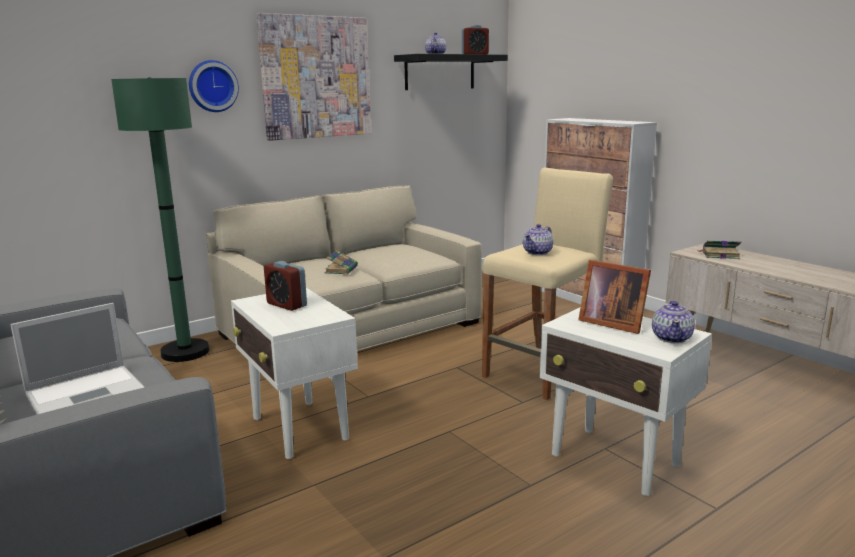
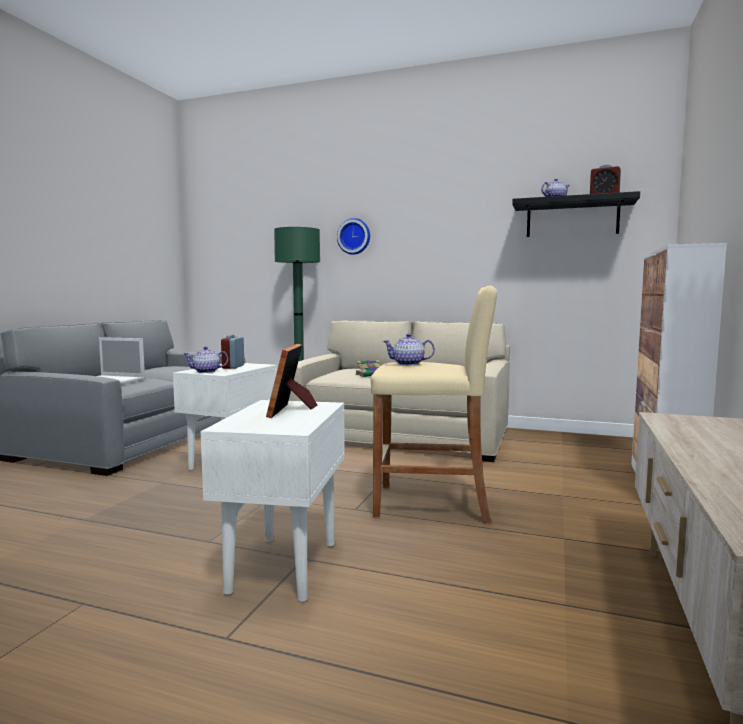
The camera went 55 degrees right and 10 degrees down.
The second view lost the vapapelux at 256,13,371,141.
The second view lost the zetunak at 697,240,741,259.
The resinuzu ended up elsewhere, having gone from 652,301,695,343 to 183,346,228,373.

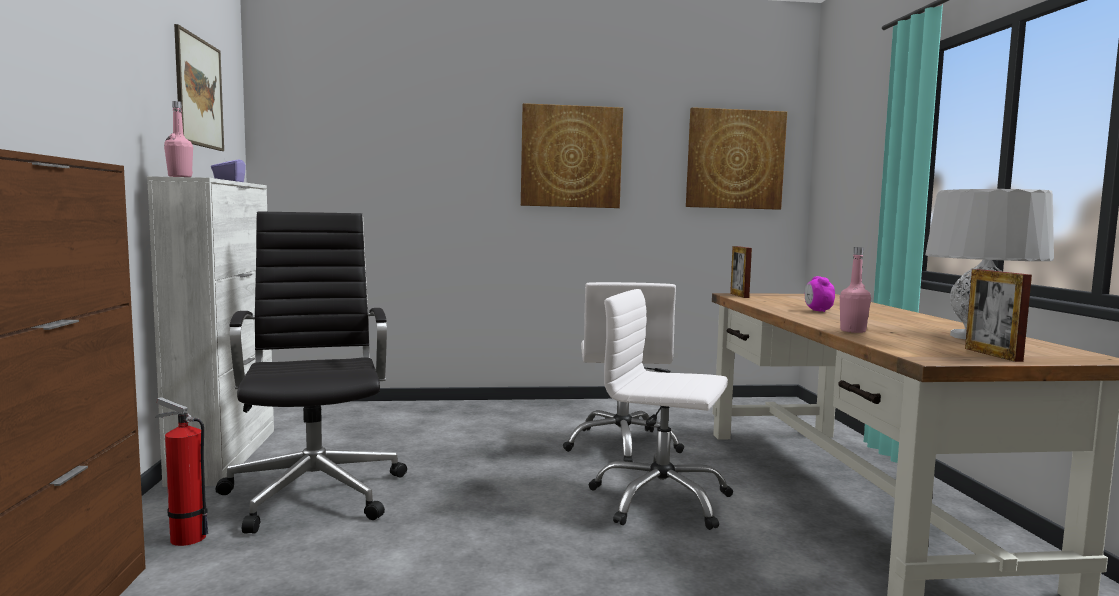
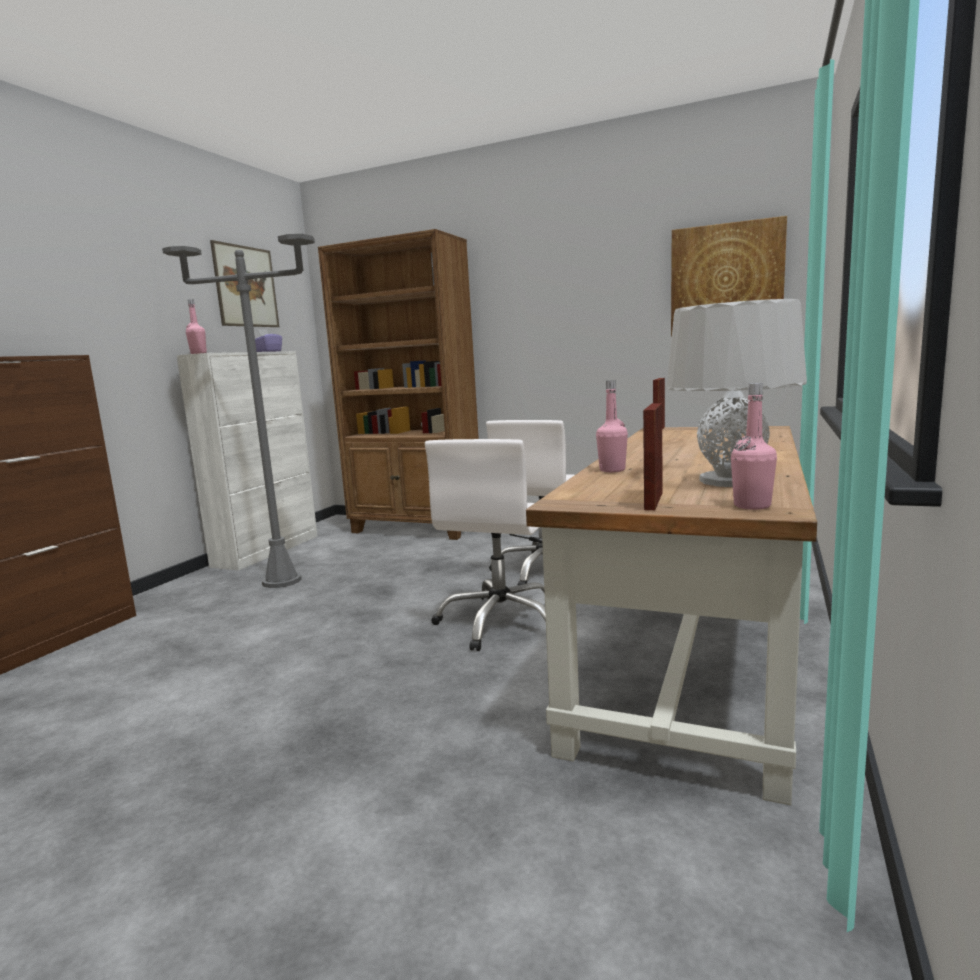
The camera went 30 degrees right and 5 degrees up.
The second view lost the vapapelux at 521,103,623,208.
Where the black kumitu stood at 215,211,407,534, the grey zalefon came to stand at 162,234,315,588.
The second view lost the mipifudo at 805,276,835,312.
The white kumitu at 589,289,733,530 ended up facing another way, 120 degrees counterclockwise from before.
The second view lost the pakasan at 155,397,208,546.
The second view gained the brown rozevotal at 318,229,479,540.
The second view gained the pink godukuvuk at 731,383,777,510.

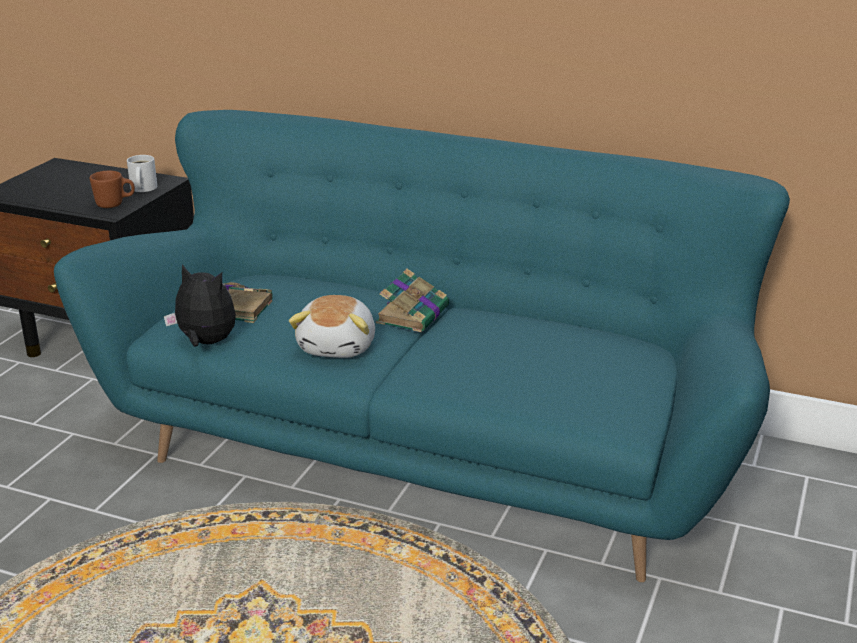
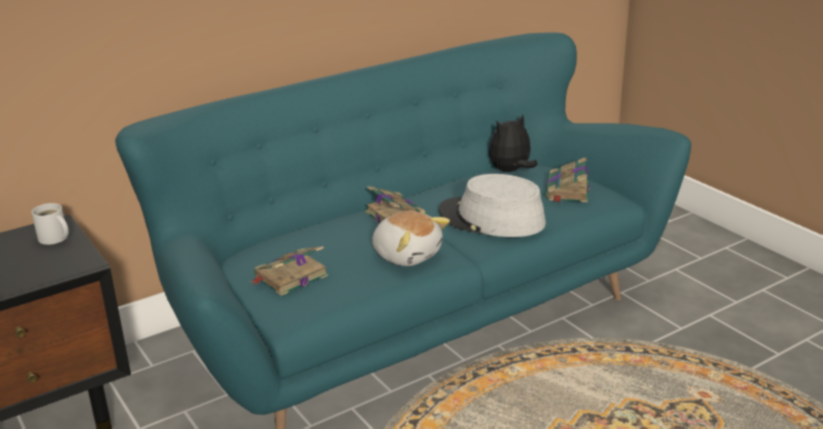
The camera went 55 degrees left and 0 degrees up.
The second view lost the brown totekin at 90,171,135,208.
The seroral ended up elsewhere, having gone from 164,264,236,347 to 489,115,538,172.
The second view gained the zetunak at 546,157,590,203.
The second view gained the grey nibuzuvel at 439,174,546,237.

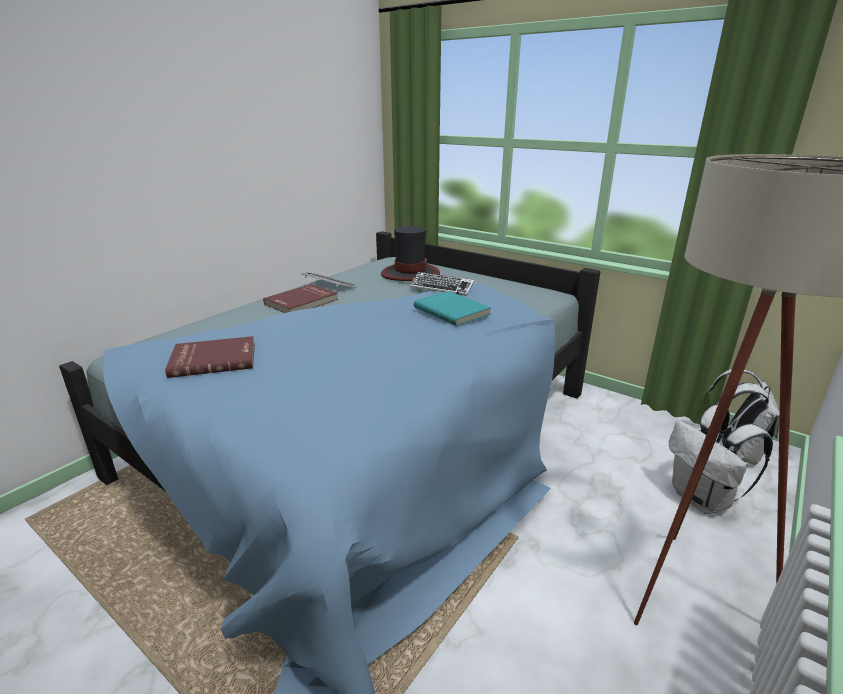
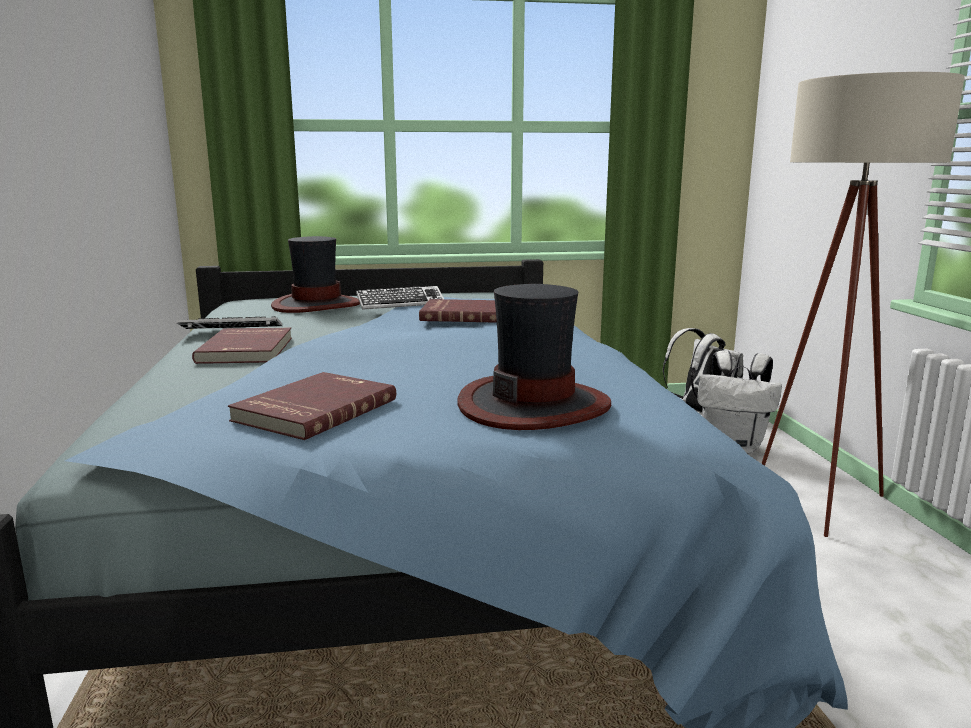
The camera went 45 degrees left and 10 degrees down.
What was the turquoise zetunak at 414,291,491,326 turned into the red zetunak at 419,299,497,323.
The second view gained the nibuzuvel at 457,284,611,430.

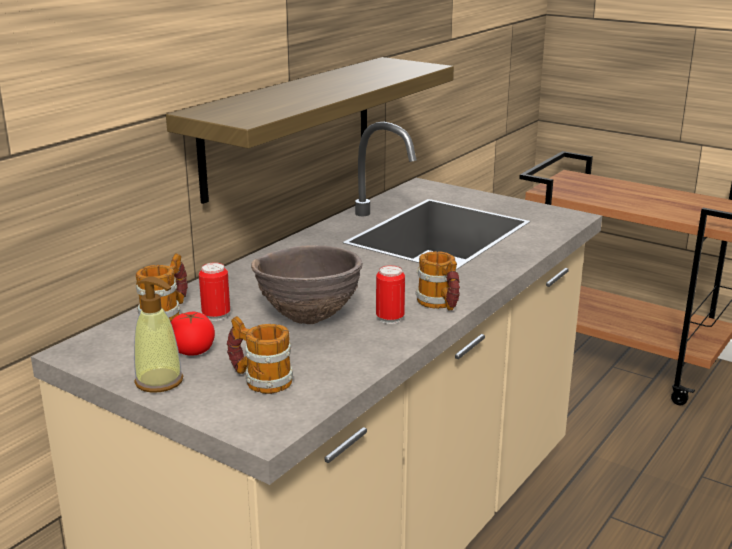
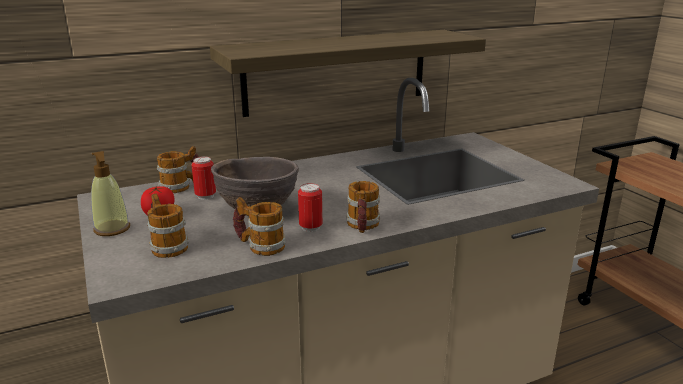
The camera went 30 degrees right and 0 degrees up.
The second view gained the totekin at 233,197,286,256.

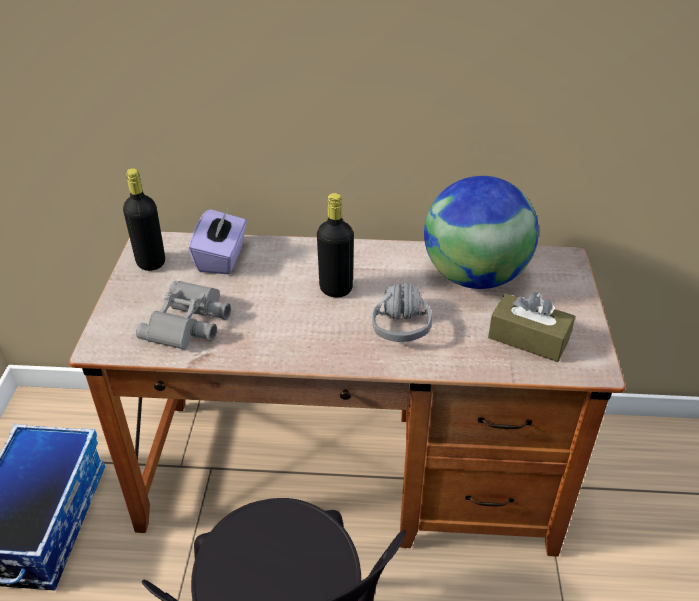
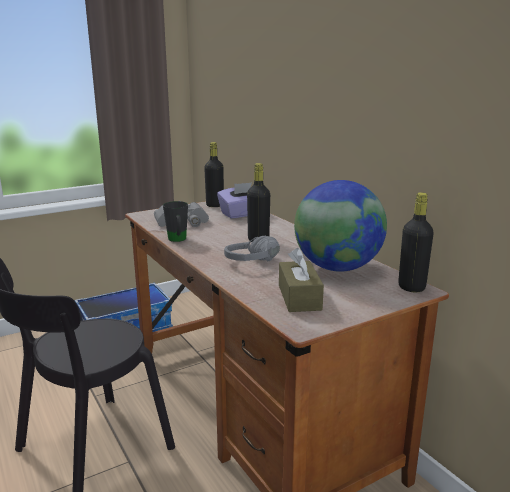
The camera went 55 degrees right and 20 degrees down.
The second view gained the black godukuvuk at 398,192,434,292.
The second view gained the black totekin at 163,201,188,242.

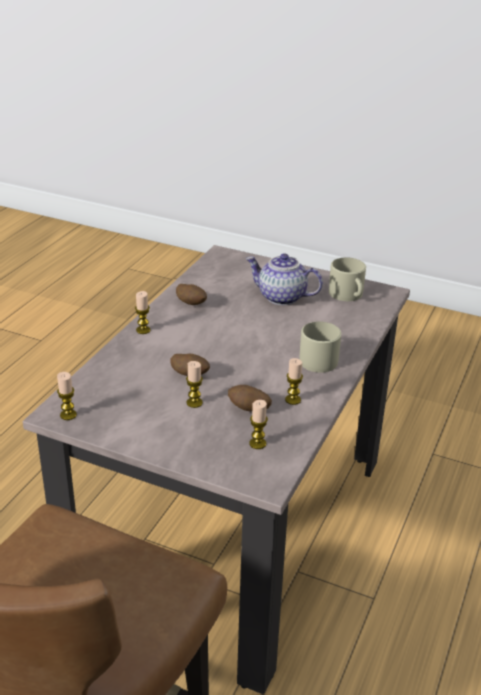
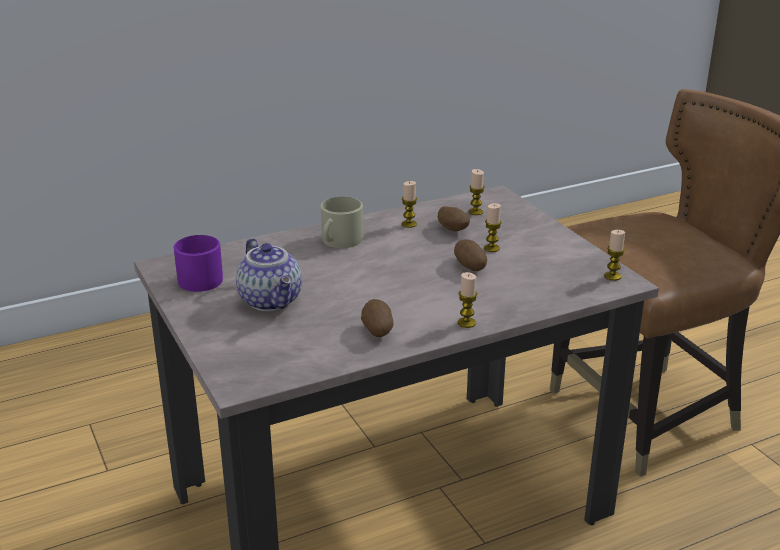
The camera went 140 degrees left and 5 degrees down.
What was the beige totekin at 329,257,366,301 turned into the purple totekin at 174,235,223,292.

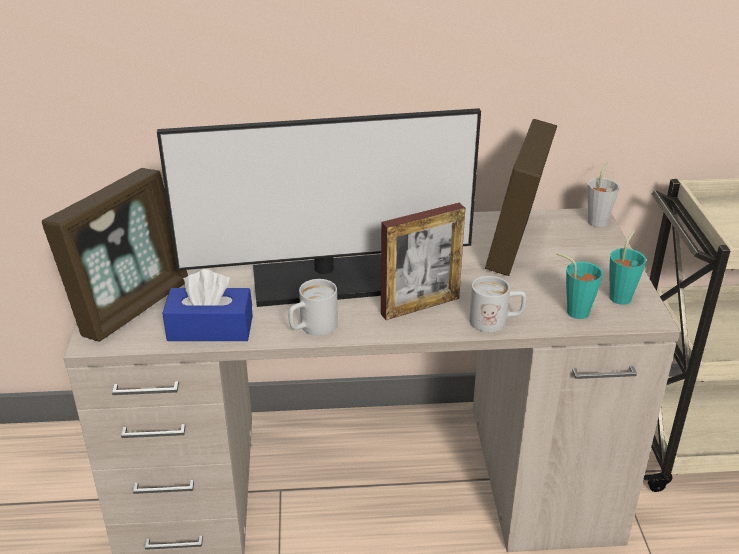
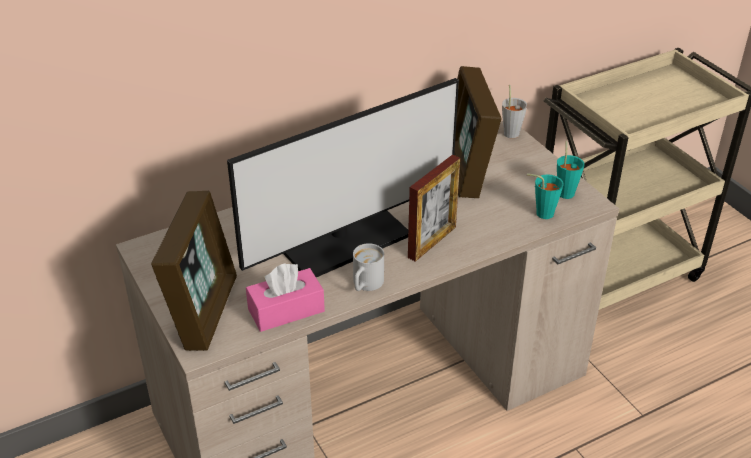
The camera went 25 degrees left and 5 degrees up.
What was the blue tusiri at 162,269,253,341 turned into the pink tusiri at 246,263,325,332.
The second view lost the white totekin at 469,276,526,332.

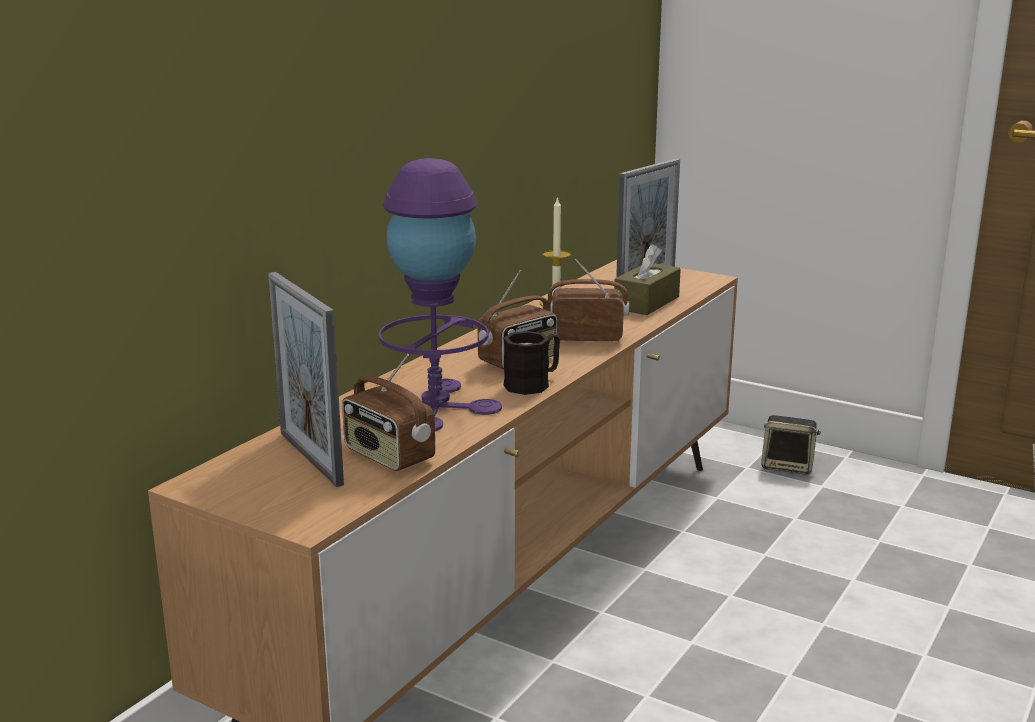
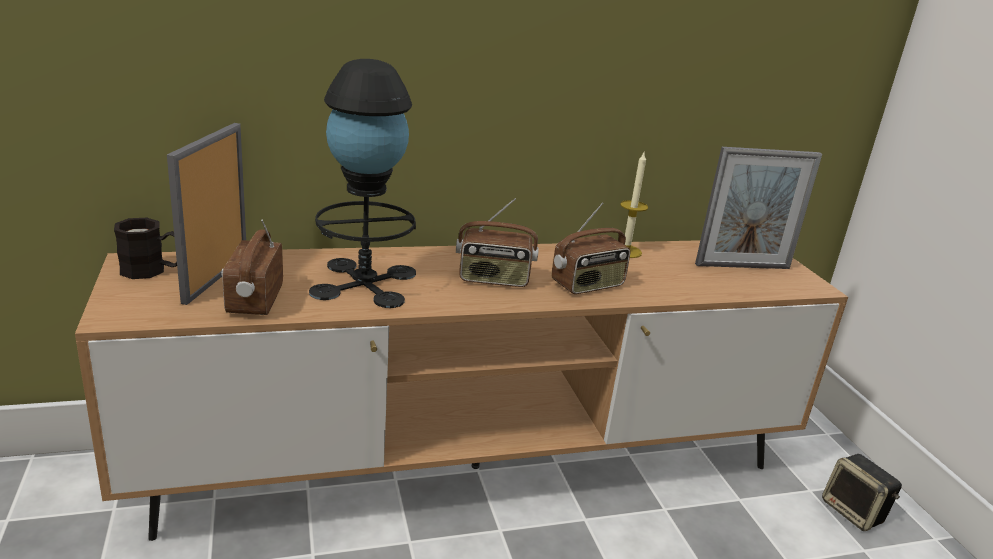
The camera went 40 degrees right and 5 degrees up.
What was the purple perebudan at 379,158,502,432 turned into the black perebudan at 309,59,416,308.
The second view lost the brown tusiri at 614,244,681,315.
The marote at 548,259,629,342 ended up facing another way, 105 degrees clockwise from before.
The black totekin ended up elsewhere, having gone from 503,331,560,395 to 114,218,177,279.

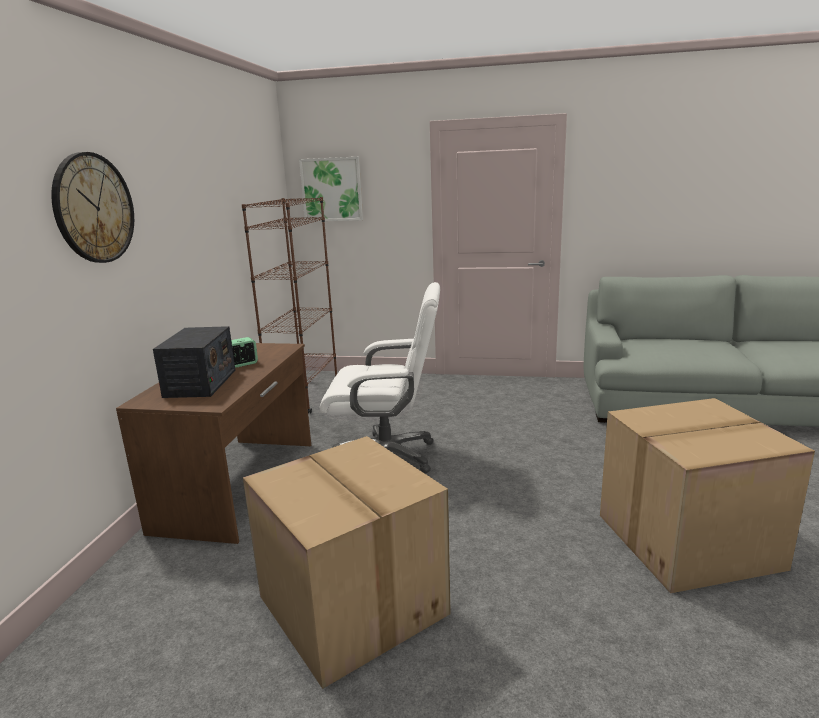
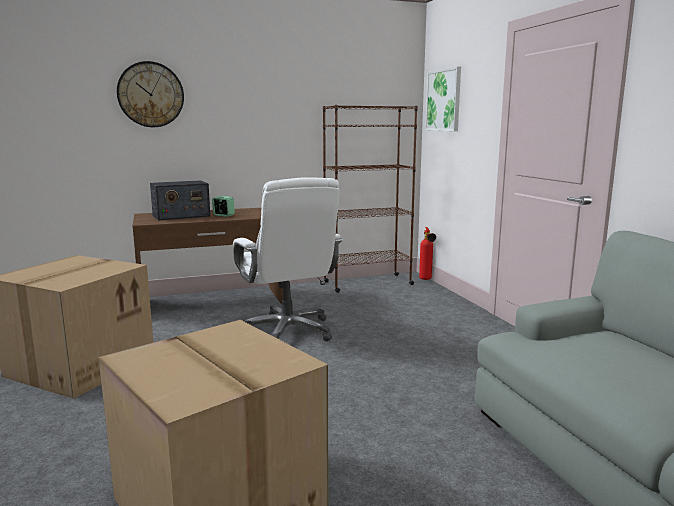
The camera went 60 degrees right and 5 degrees down.
The second view gained the pakasan at 419,227,436,280.

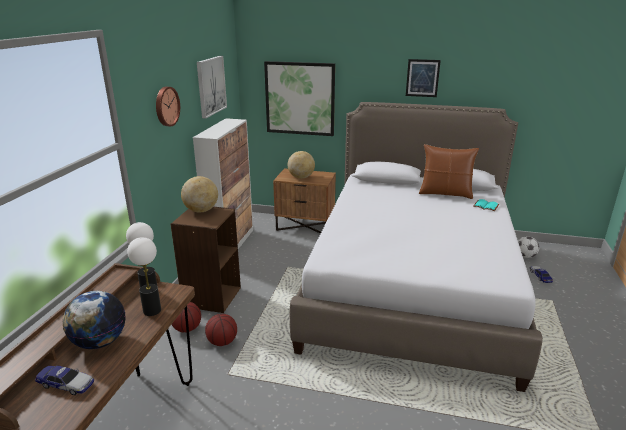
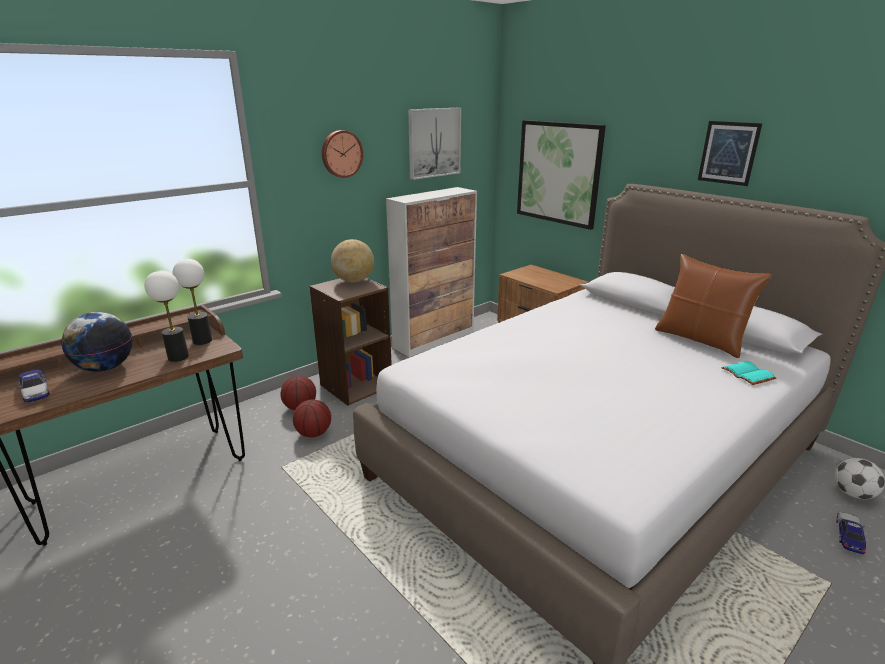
The camera went 35 degrees right and 0 degrees up.
The second view lost the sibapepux at 288,151,315,179.

